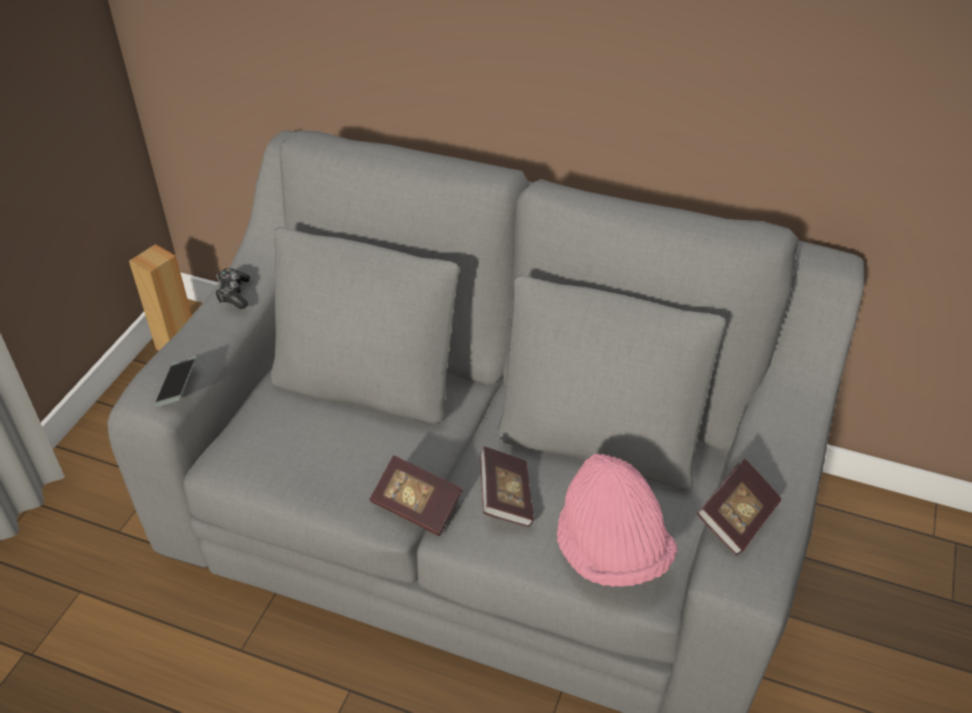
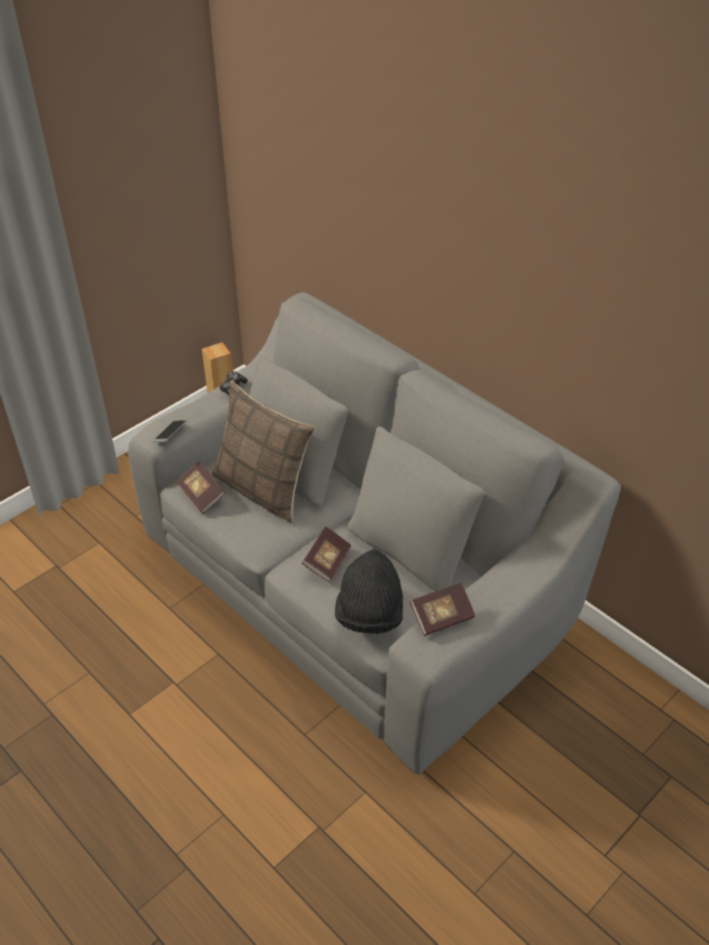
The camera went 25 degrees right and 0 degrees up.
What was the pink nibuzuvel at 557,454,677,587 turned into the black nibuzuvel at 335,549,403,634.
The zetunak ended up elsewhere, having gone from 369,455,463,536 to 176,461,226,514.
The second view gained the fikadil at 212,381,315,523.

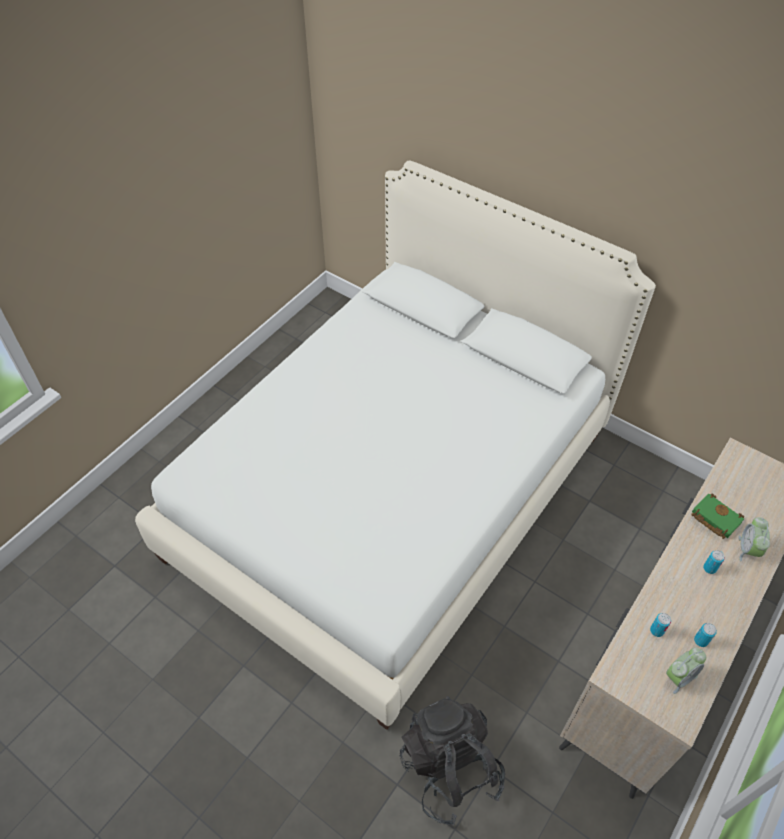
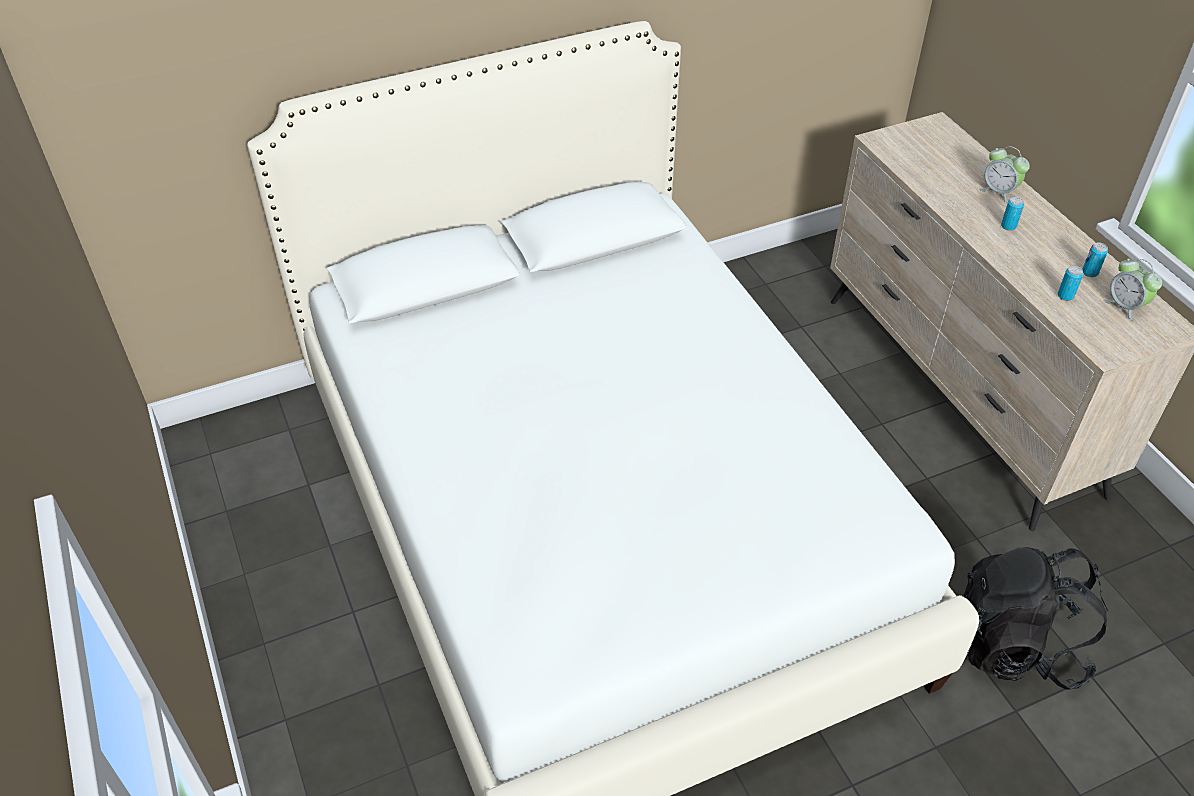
The camera went 60 degrees left and 5 degrees down.
The second view lost the green zetunak at 691,493,744,539.
The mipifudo at 666,647,706,694 ended up facing another way, 150 degrees clockwise from before.

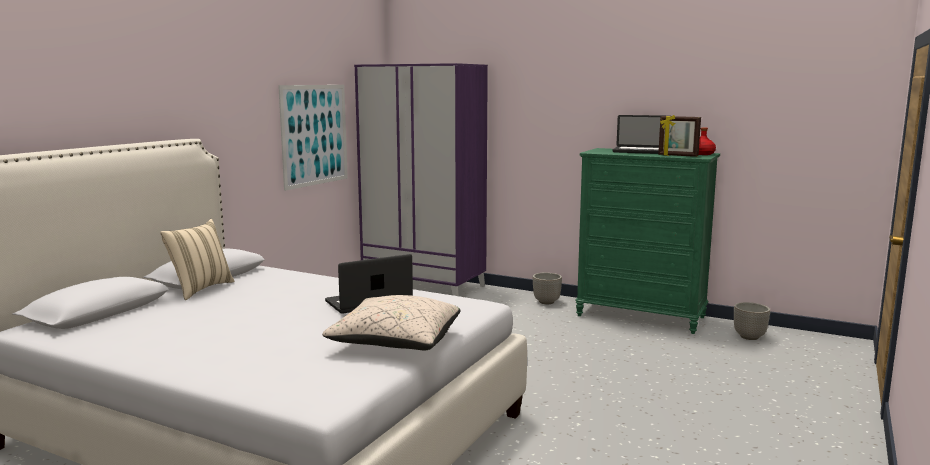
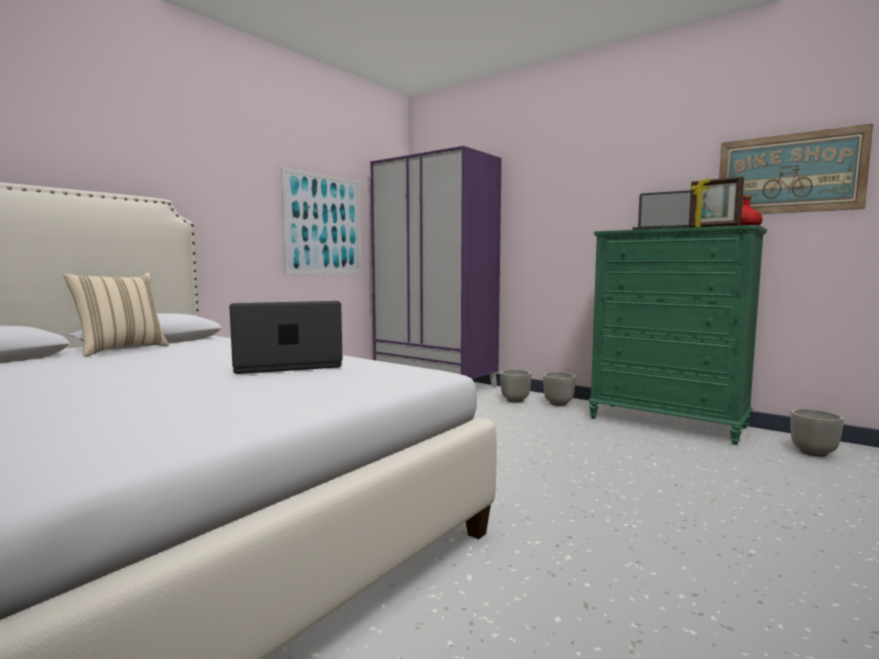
The camera went 10 degrees right and 5 degrees down.
The second view lost the beige fikadil at 322,295,461,351.
The second view gained the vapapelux at 719,123,873,214.
The second view gained the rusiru at 500,369,531,403.

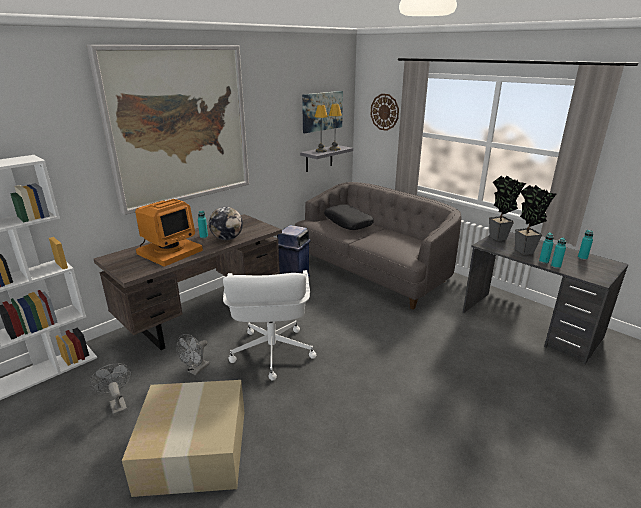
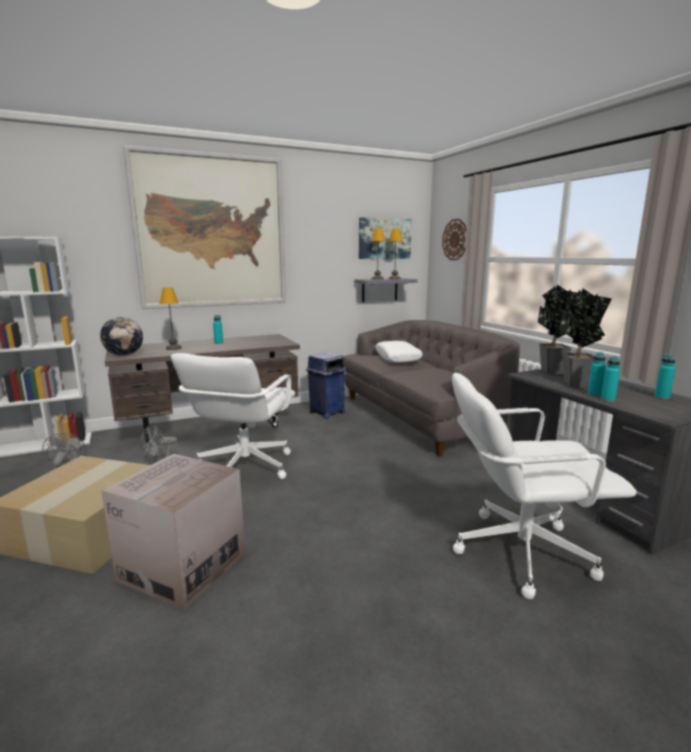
The camera went 20 degrees right and 10 degrees down.
Where the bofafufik stood at 135,199,203,266, the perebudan came to stand at 160,288,182,350.
What was the black fikadil at 324,205,374,230 turned into the white fikadil at 375,341,423,363.
The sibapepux ended up elsewhere, having gone from 209,207,243,240 to 100,317,143,356.
The second view gained the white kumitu at 452,373,637,599.
The second view gained the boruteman at 101,454,245,610.

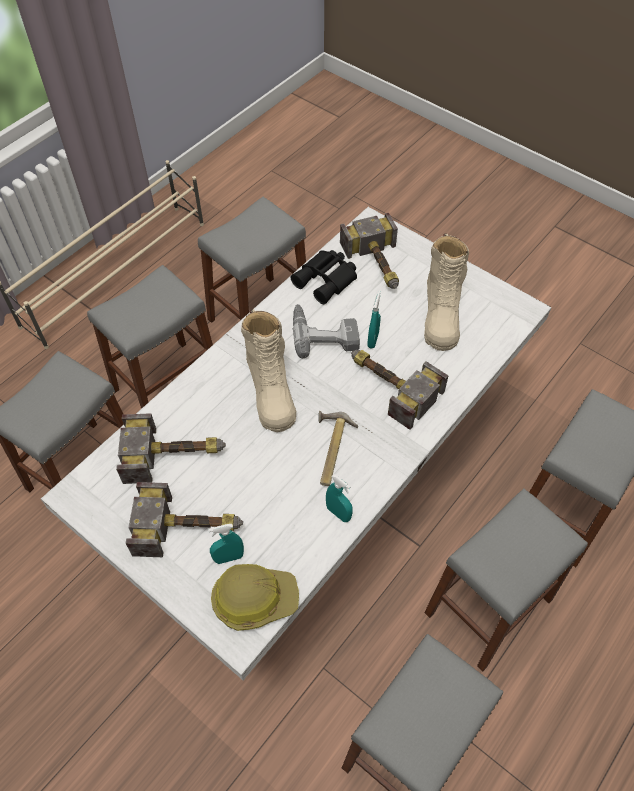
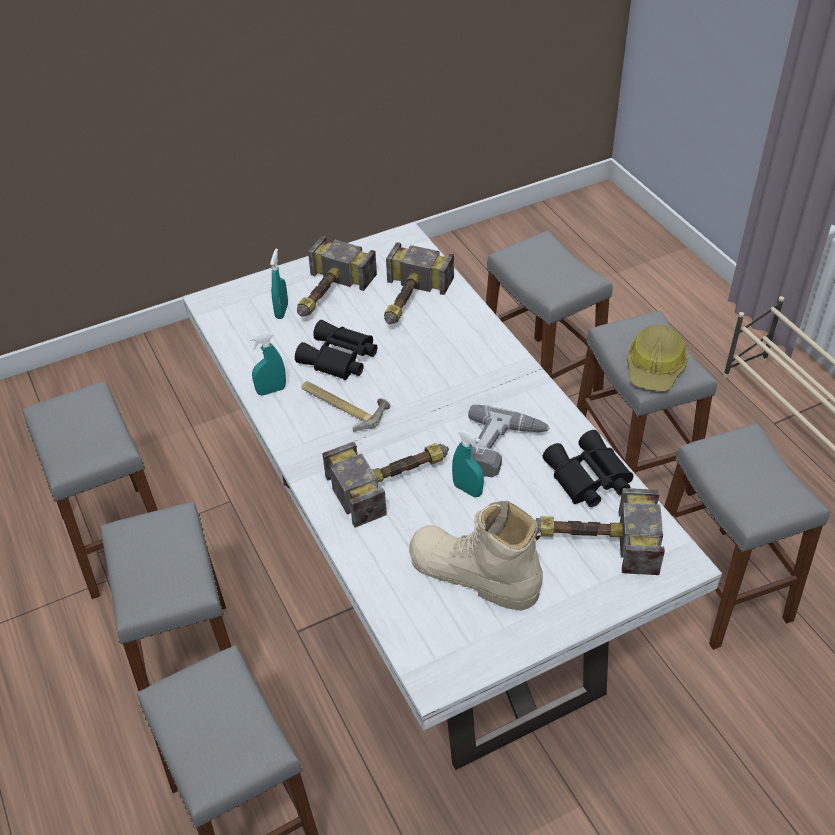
The camera went 115 degrees right and 10 degrees down.
The second view lost the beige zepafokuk at 241,309,296,432.
The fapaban ended up elsewhere, having gone from 211,564,299,631 to 627,325,689,391.
The second view gained the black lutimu at 295,320,377,380.

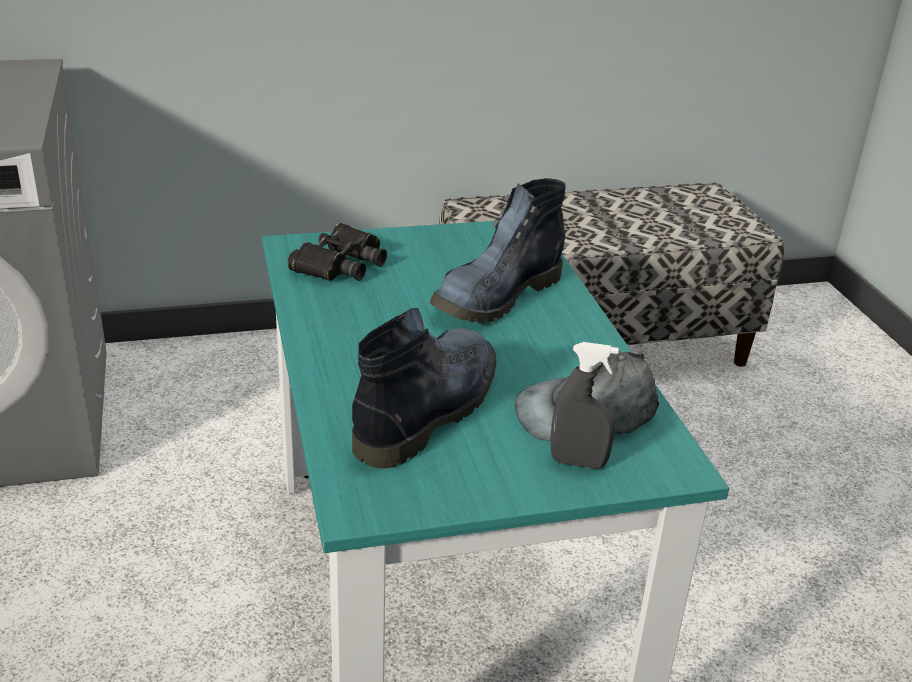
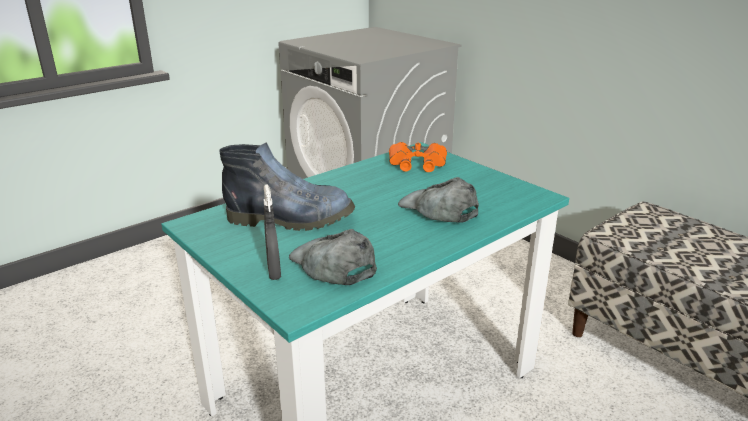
The camera went 65 degrees right and 5 degrees down.
Where the zepafokuk stood at 430,178,565,323, the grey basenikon came to stand at 398,177,479,223.
What was the black lutimu at 287,223,387,281 turned into the orange lutimu at 389,142,447,172.

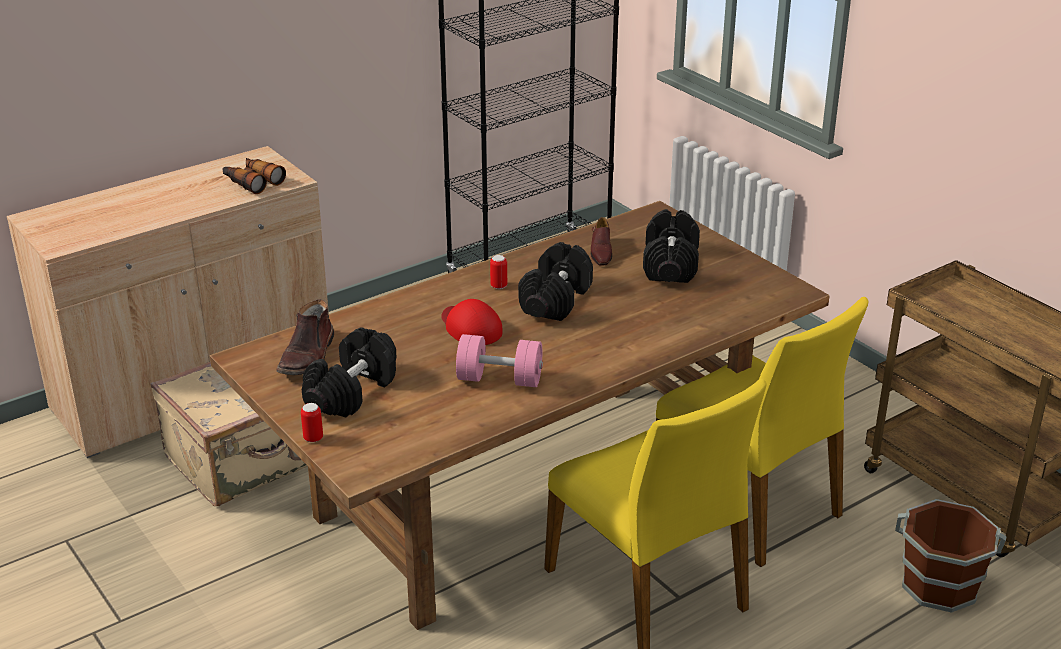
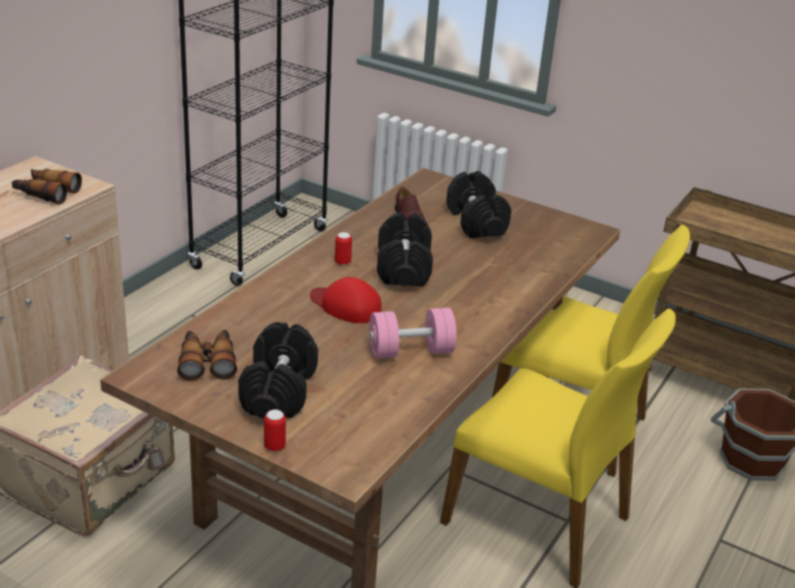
The camera went 25 degrees left and 0 degrees up.
Where the brown zepafokuk stood at 276,299,334,375, the lutimu came to stand at 177,330,237,381.

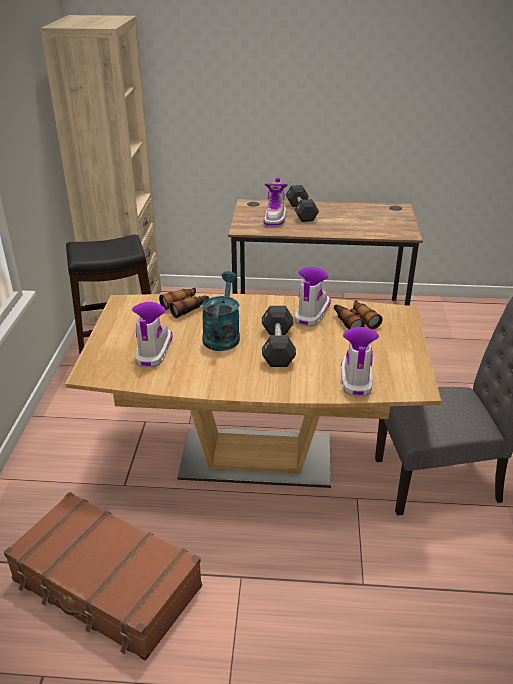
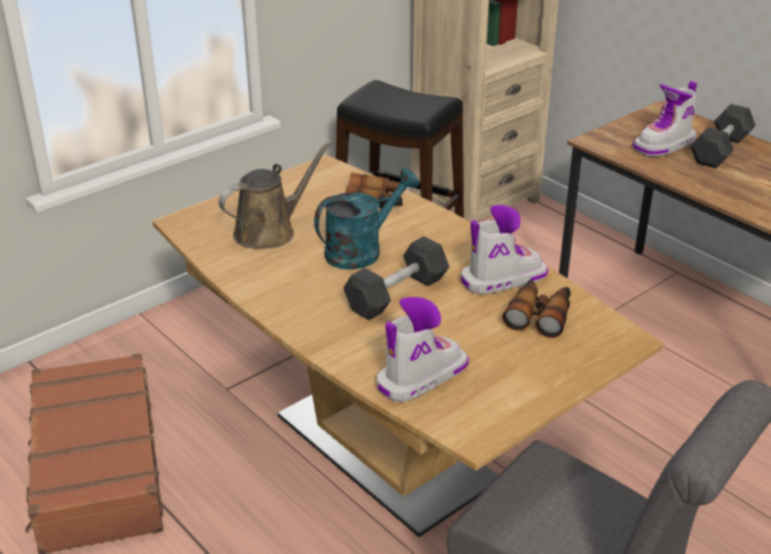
The camera went 45 degrees right and 0 degrees up.
Where the zepafokuk stood at 132,302,173,367, the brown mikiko came to stand at 219,140,333,249.

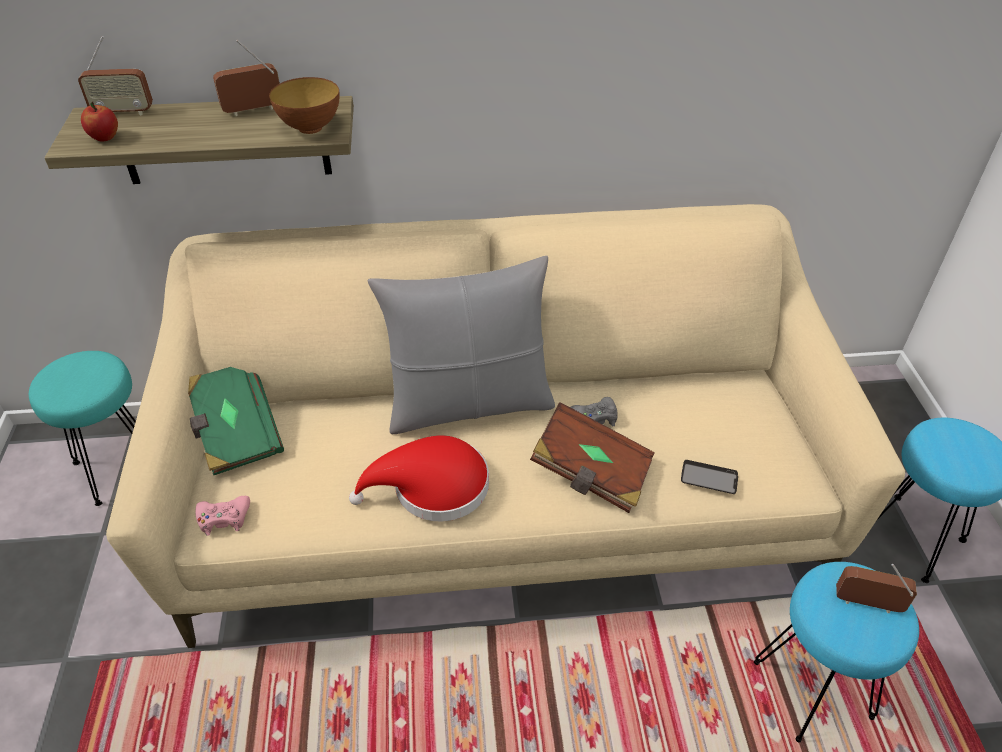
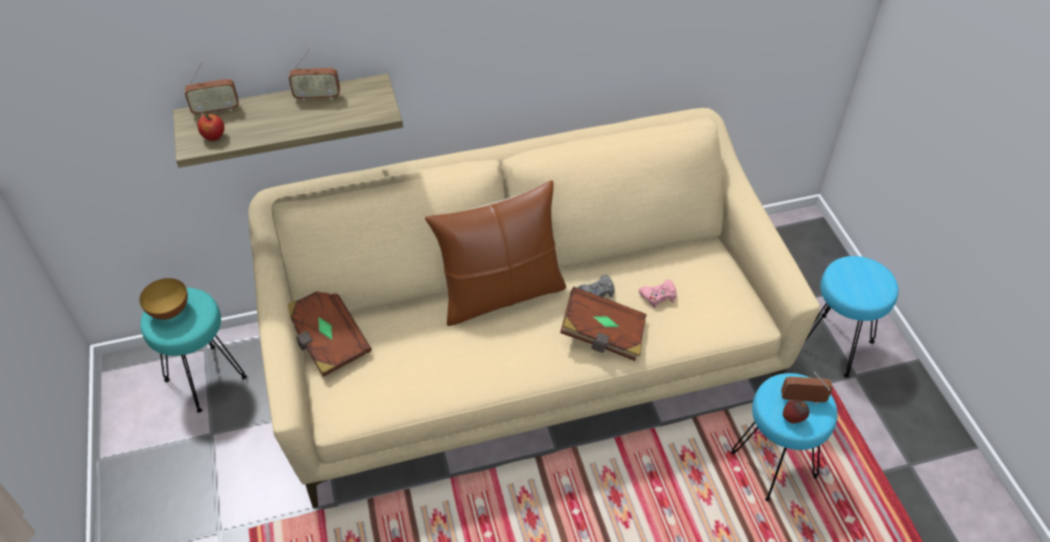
The camera went 10 degrees left and 5 degrees up.
The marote at 213,40,280,116 ended up facing another way, 150 degrees counterclockwise from before.
The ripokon ended up elsewhere, having gone from 269,77,340,134 to 139,278,188,320.
What was the grey fikadil at 367,256,555,434 turned into the brown fikadil at 425,180,566,326.
What was the green zetunak at 188,367,284,475 turned into the brown zetunak at 288,291,372,377.
The second view lost the red nibuzuvel at 349,435,489,522.
The second view lost the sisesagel at 681,460,738,494.
The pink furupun ended up elsewhere, having gone from 195,496,250,536 to 639,280,676,308.
The second view gained the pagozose at 783,400,809,423.

